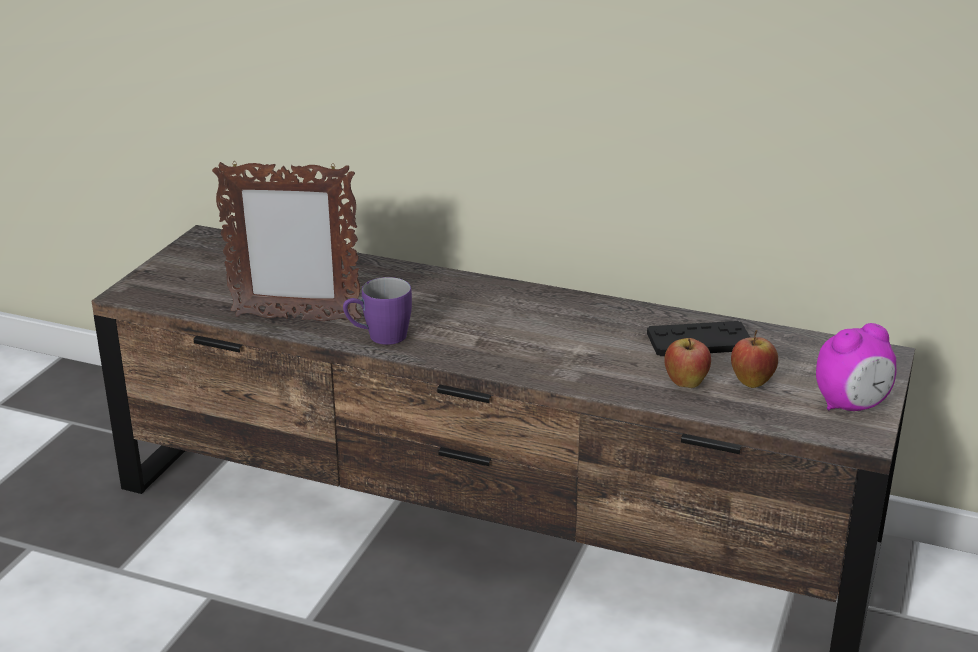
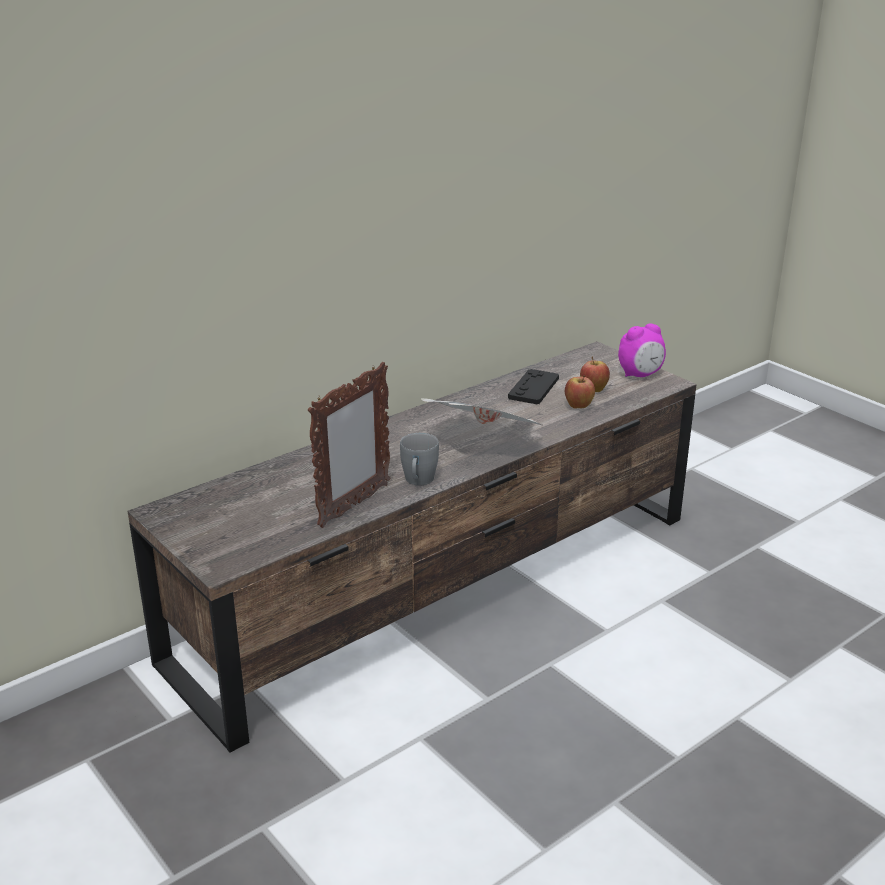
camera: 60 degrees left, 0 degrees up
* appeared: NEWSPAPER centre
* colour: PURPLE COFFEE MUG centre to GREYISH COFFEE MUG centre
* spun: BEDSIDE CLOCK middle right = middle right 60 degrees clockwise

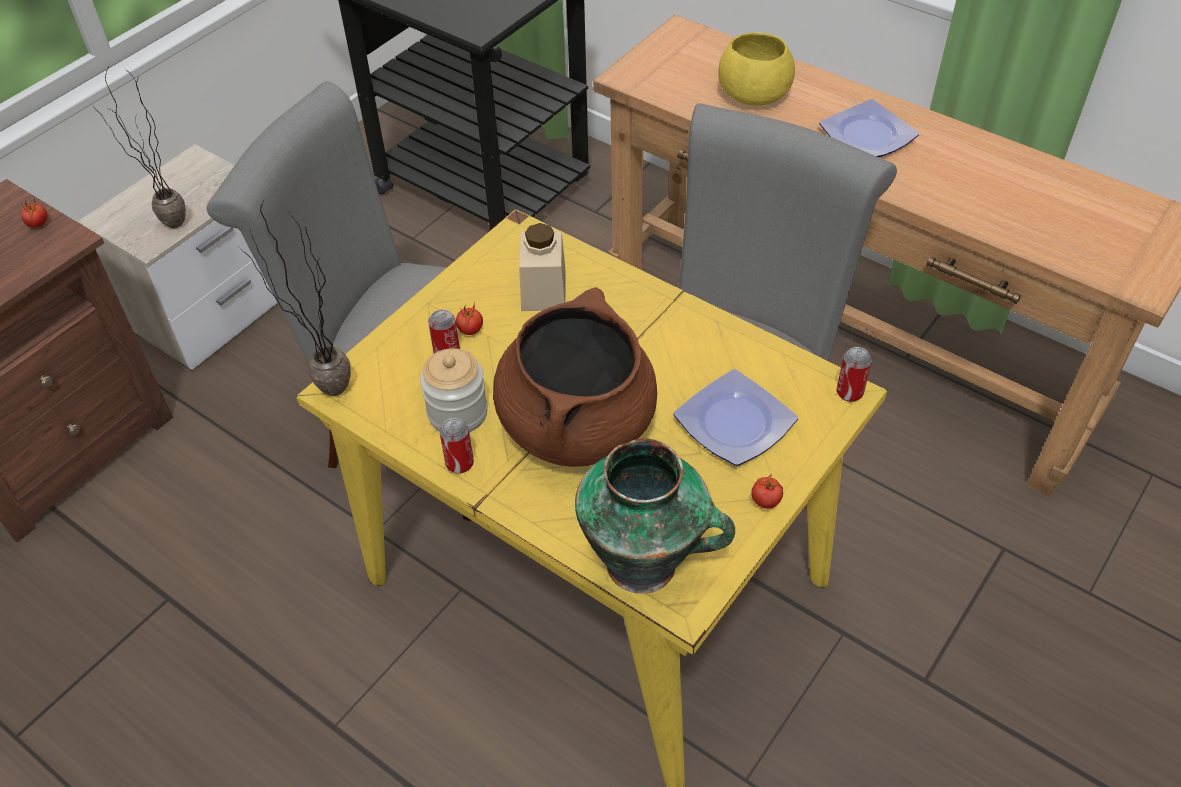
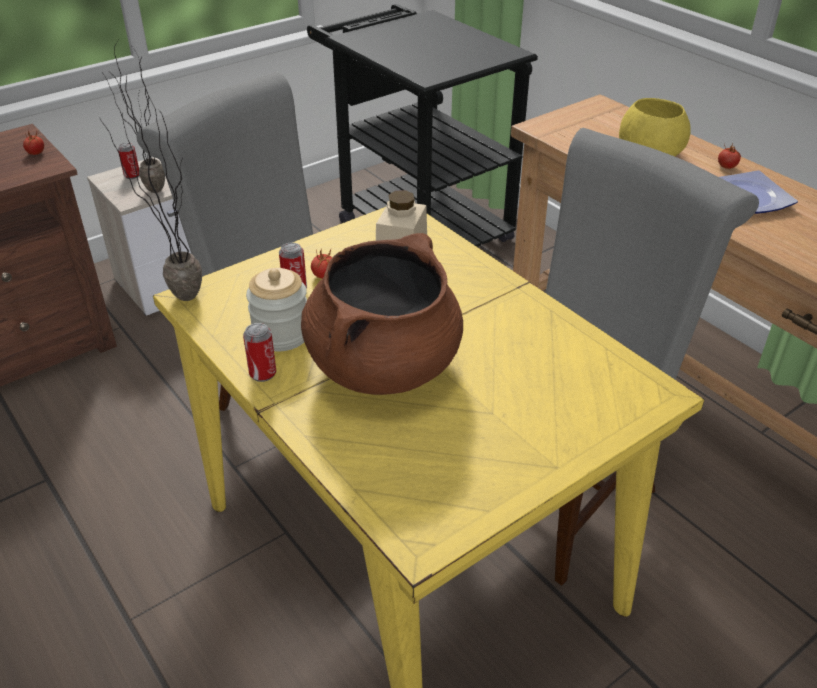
camera: 15 degrees right, 10 degrees down
* missing: DECORATIVE VASE centre
* missing: PLATE (no. 1 from left) centre
* relocated: TOMATO (no. 3 from left) centre to top right
* relocated: METAL CAN (no. 3 from left in the first image) middle right to METAL CAN (no. 1 from left) top left

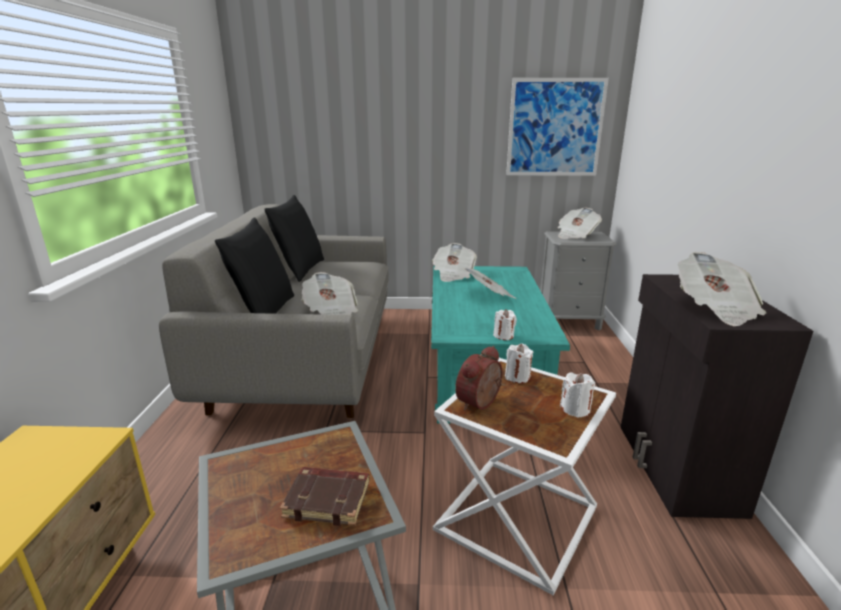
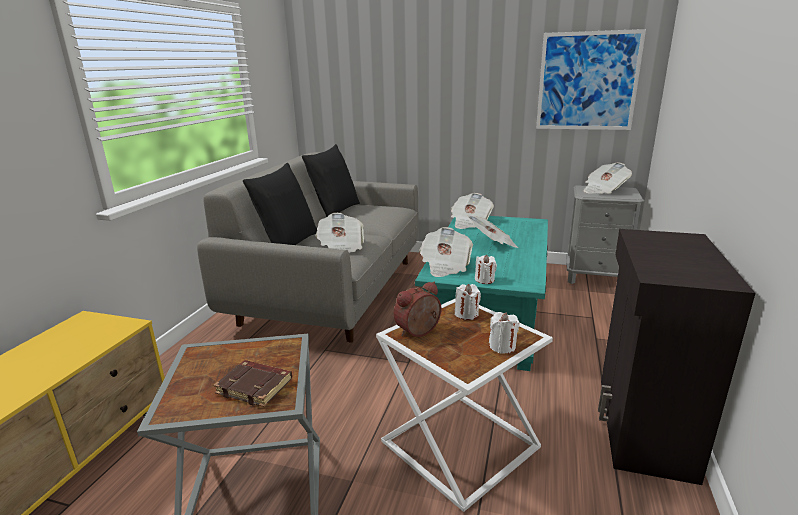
camera: 15 degrees right, 0 degrees up
* relocated: NEWSPAPER (no. 5 from left in the first image) middle right to NEWSPAPER (no. 2 from left) centre

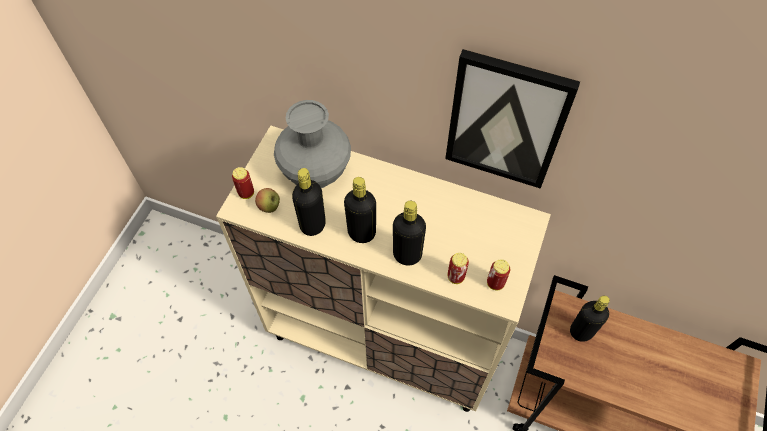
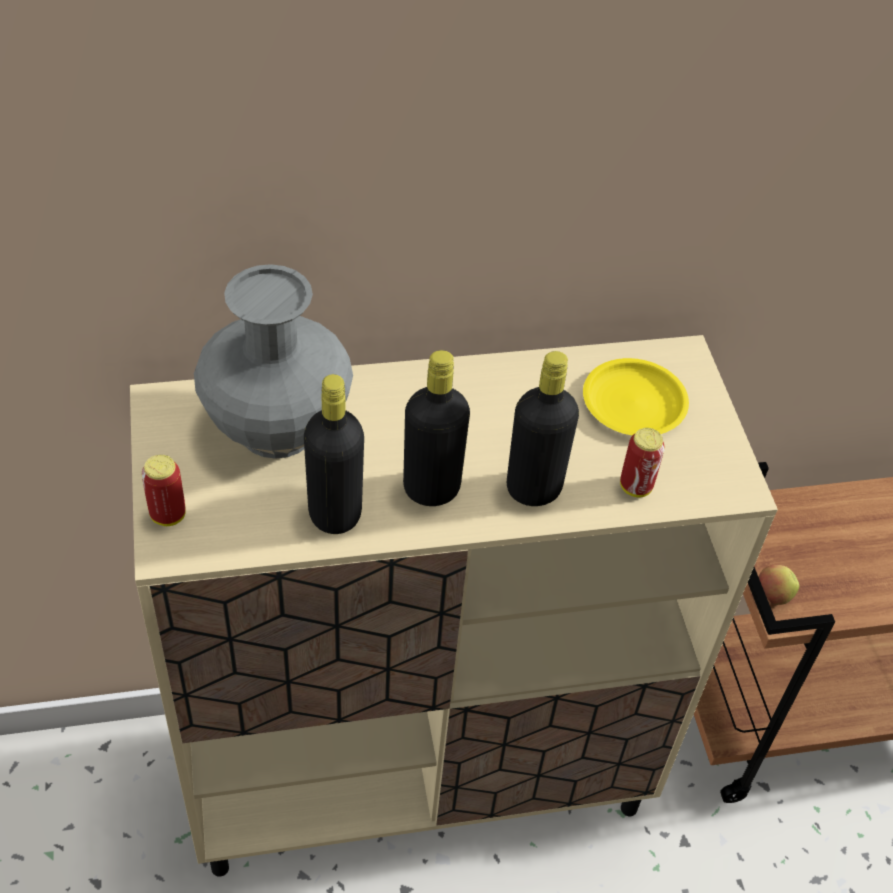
camera: 35 degrees left, 10 degrees down
* missing: WALL ART top right
* missing: METAL CAN (no. 3 from left) centre
* missing: BLACK BEVERAGE BOTTLE (no. 4 from left) bottom right
* appeared: YELLOW-COLOURED PLATE middle right
* relocated: APPLE centre to middle right

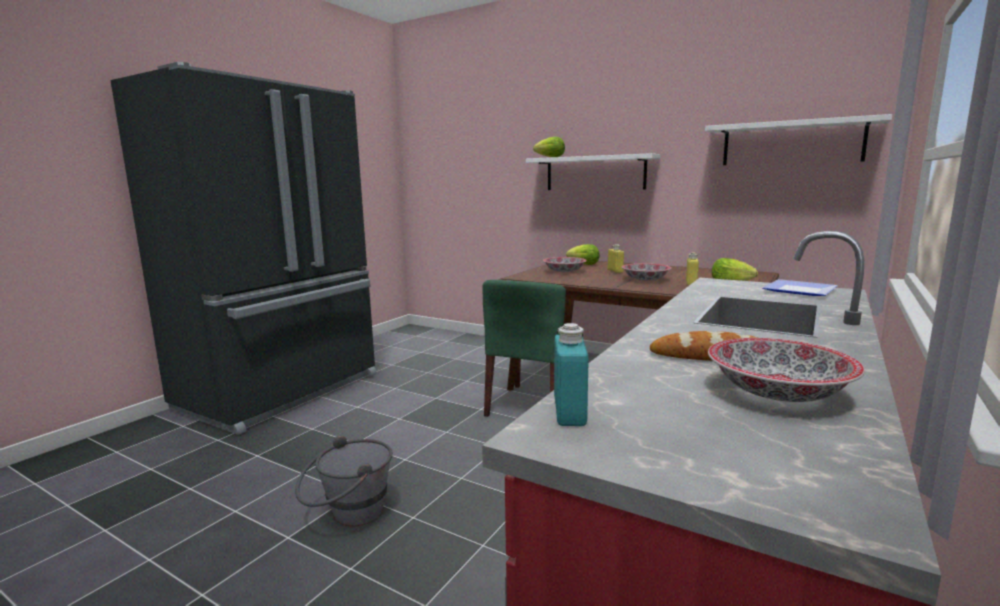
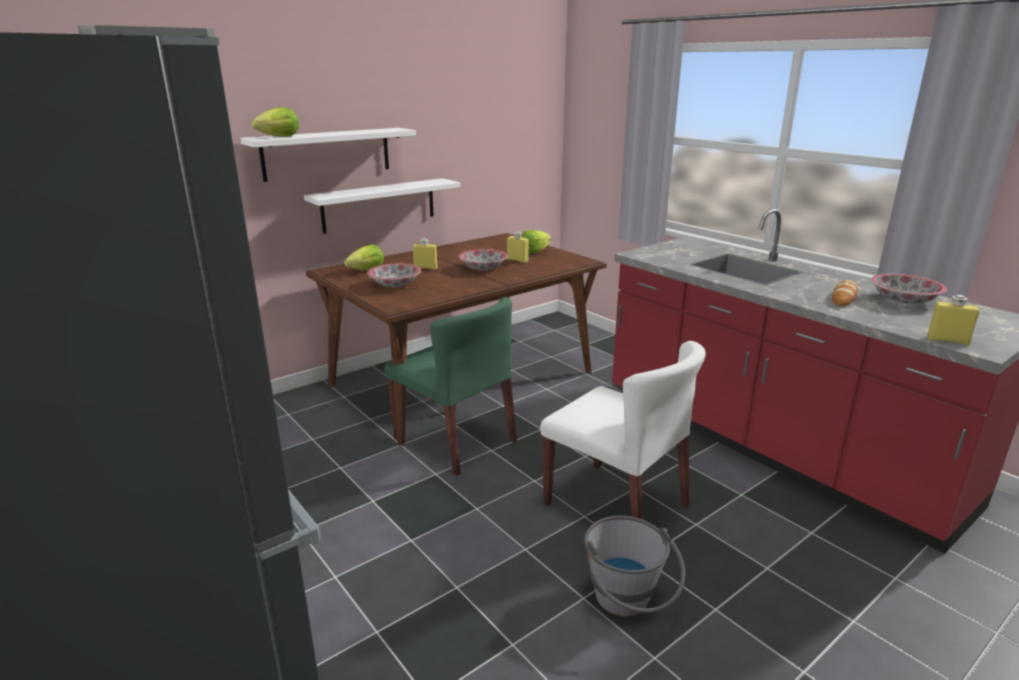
camera: 70 degrees left, 10 degrees up
* missing: PLATE middle right
* appeared: WHITE-COLOURED PLAIN CHAIR centre
* relocated: WHITE-COLOURED WALL SHELF (no. 2 from left) top right to top centre
* colour: BLUE-GREEN BEVERAGE BOTTLE centre to YELLOW-COLOURED BEVERAGE BOTTLE (no. 3 from left) middle right

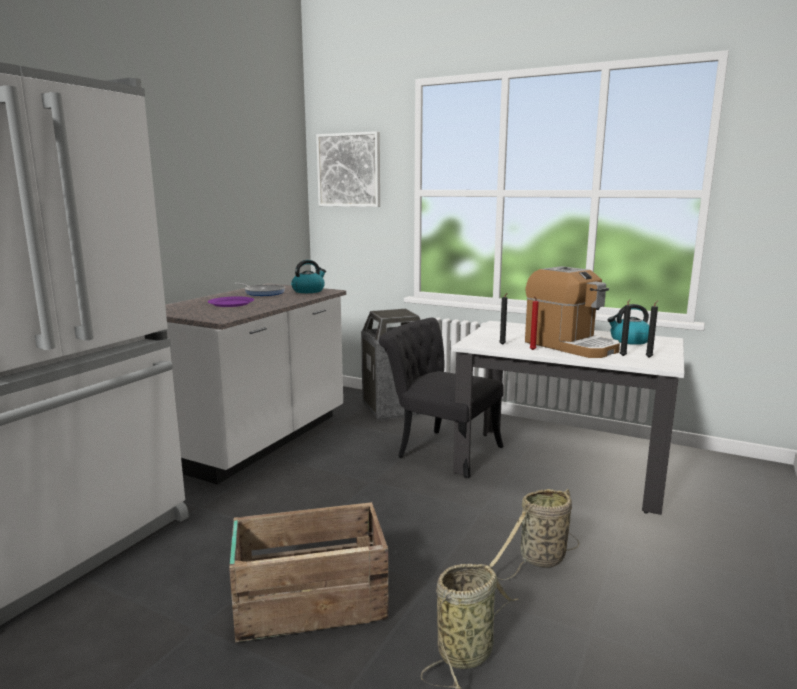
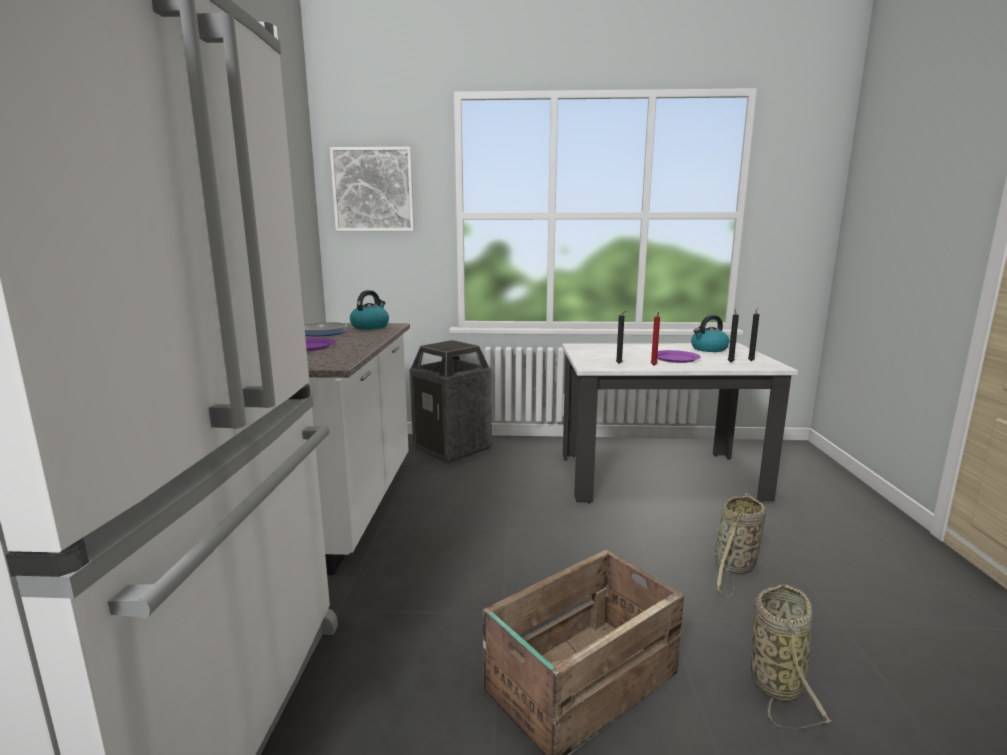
camera: 25 degrees left, 0 degrees up
* missing: BLACK PLAIN CHAIR centre
* exchanged: COFFEE MACHINE middle right to PURPLE PLATE (no. 2 from left) middle right

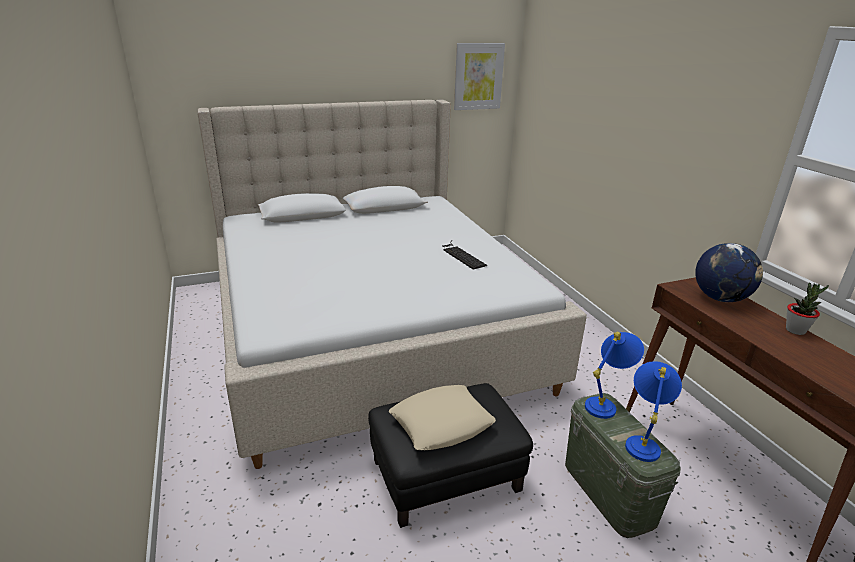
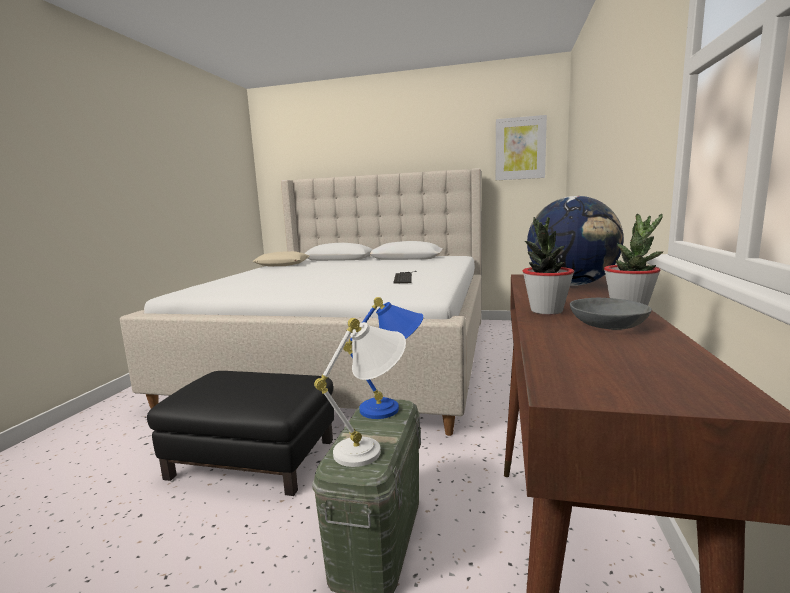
camera: 35 degrees right, 15 degrees down
* appeared: PLANT IN A POT (no. 1 from left) middle right
* appeared: GREYISH SERVING BOWL middle right
* relocated: BEIGE-COLOURED THROW PILLOW bottom centre to centre
* colour: BLUISH LAMP FOR A TABLE (no. 2 from left) bottom right to WHITE-COLOURED LAMP FOR A TABLE centre

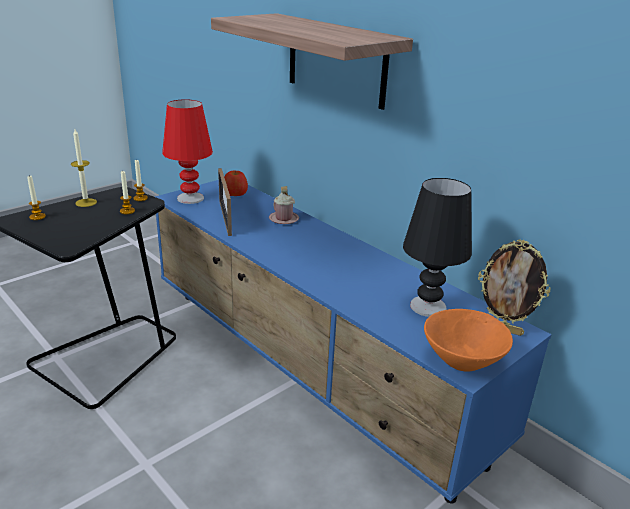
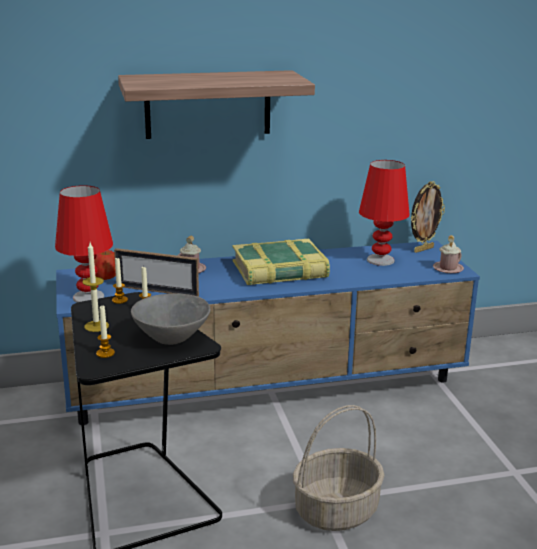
camera: 60 degrees left, 5 degrees down
* appeared: GREYISH SERVING BOWL middle left
* appeared: VOLUME centre
* appeared: STORAGE BASKET bottom centre
* exchanged: ORANGEY SERVING BOWL bottom right to PINKISH COFFEE MUG (no. 2 from left) middle right
* colour: BLACK LAMP FOR A TABLE middle right to REDDISH LAMP FOR A TABLE (no. 2 from left) middle right

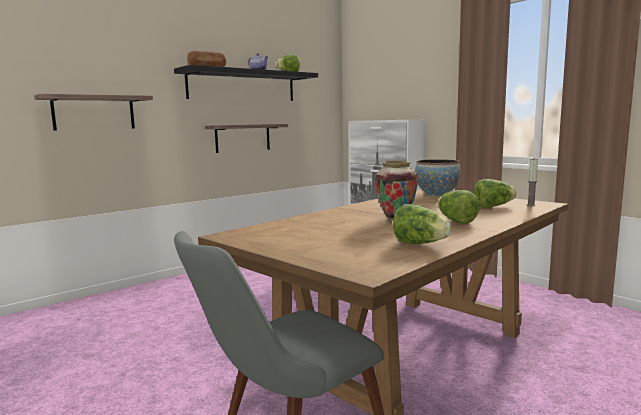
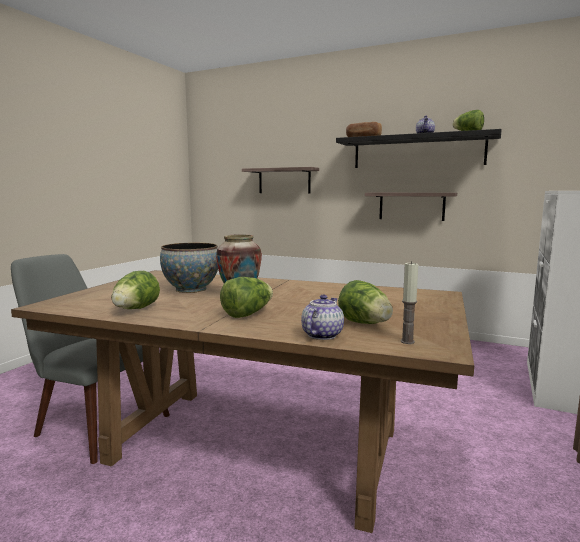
camera: 65 degrees right, 0 degrees up
* appeared: TEA POT (no. 1 from left) centre
* relocated: SERVING BOWL middle right to middle left

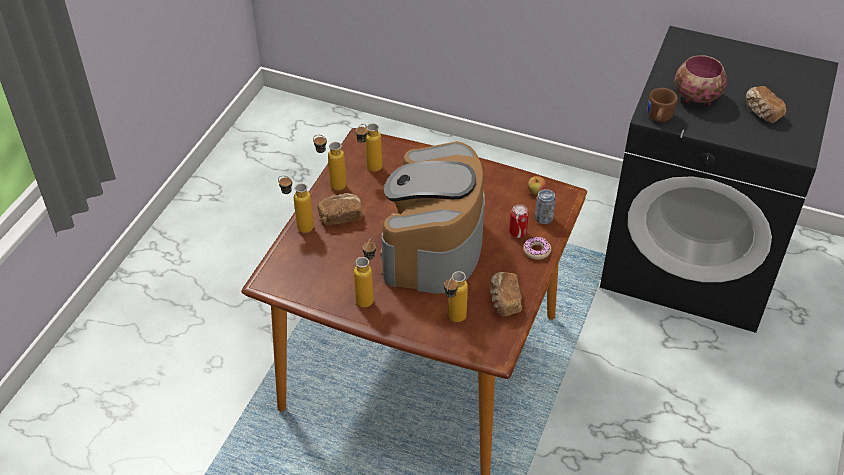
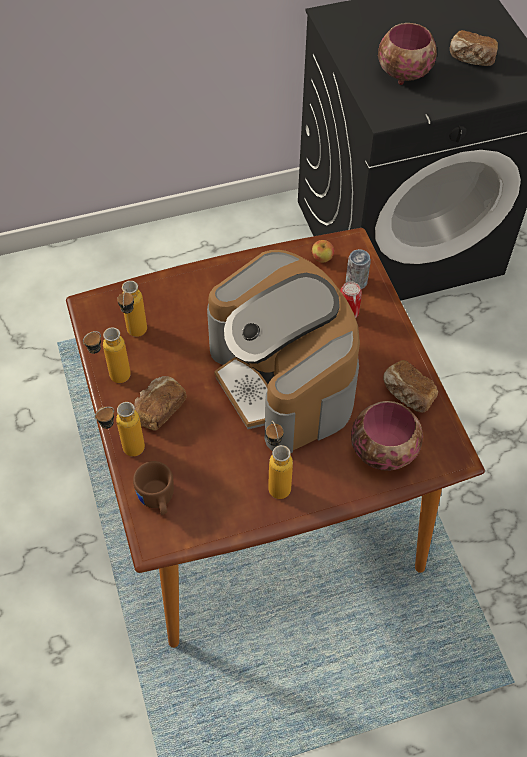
camera: 40 degrees left, 10 degrees up
* missing: RING DOUGHNUT centre
* relocated: BROWN COFFEE MUG top right to middle left
* exchanged: BEVERAGE BOTTLE (no. 5 from left) centre to SERVING BOWL (no. 1 from left) middle right

